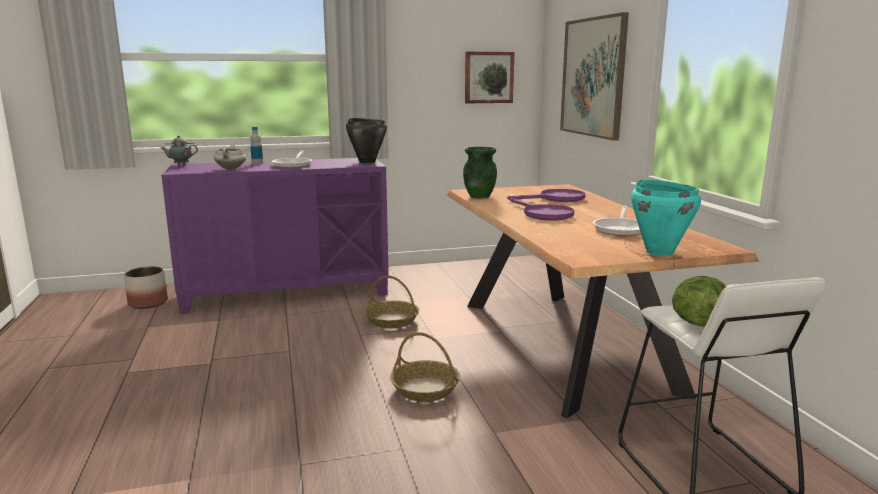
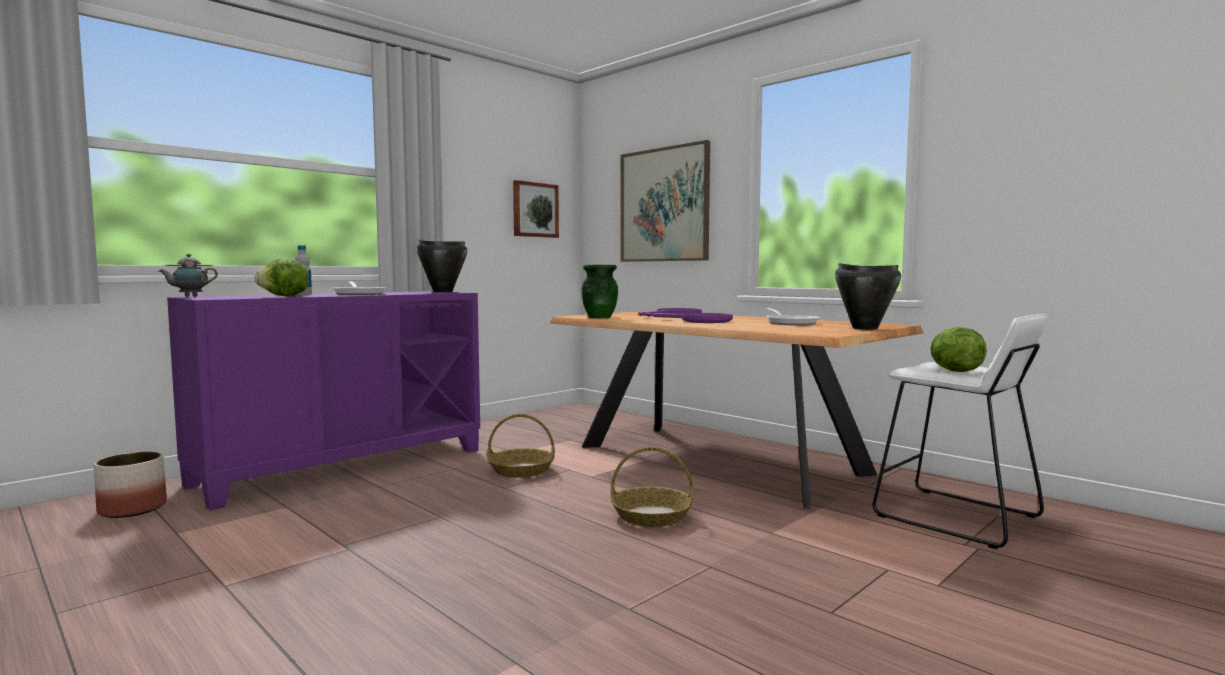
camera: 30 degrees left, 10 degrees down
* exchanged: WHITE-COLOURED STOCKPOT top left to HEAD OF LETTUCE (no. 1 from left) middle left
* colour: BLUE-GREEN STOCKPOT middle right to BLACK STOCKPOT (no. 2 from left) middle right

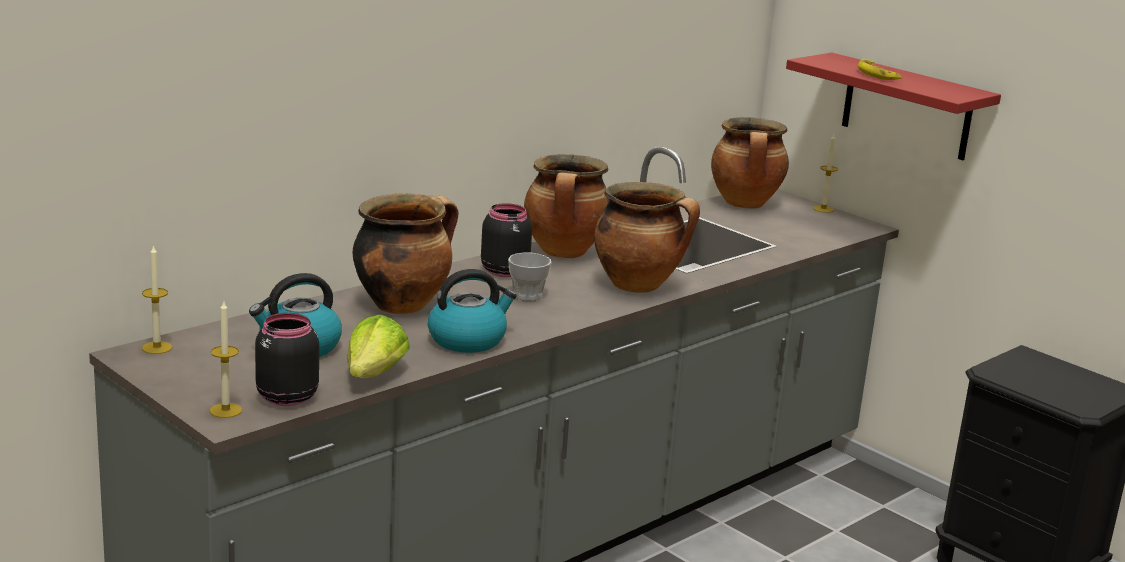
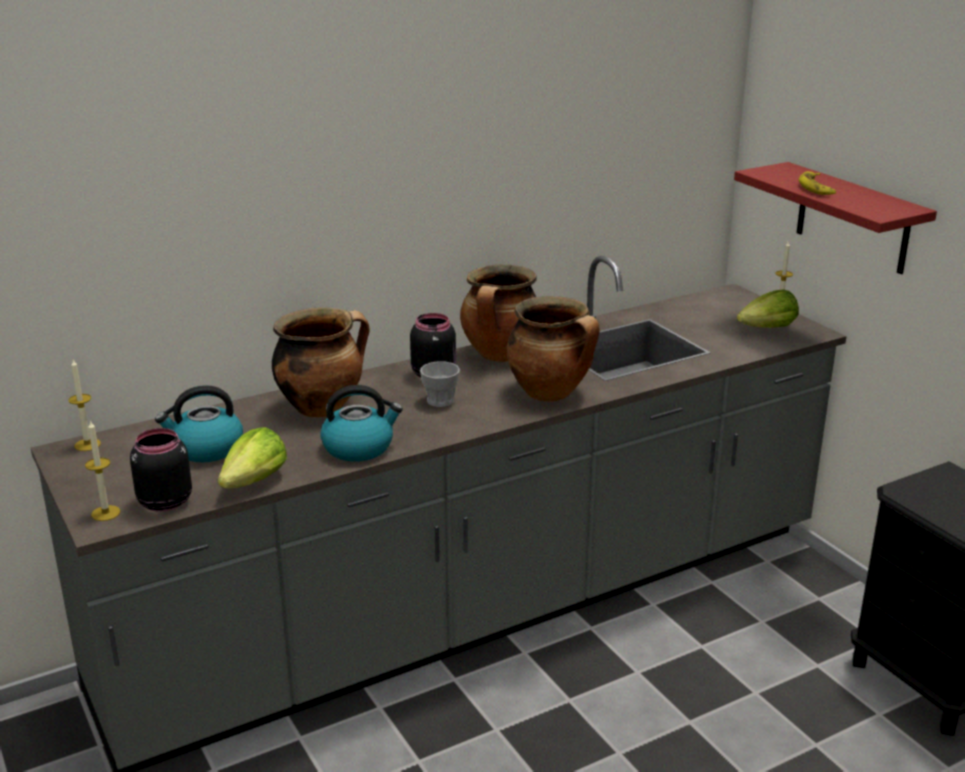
camera: 15 degrees right, 5 degrees up
* missing: STOCKPOT (no. 4 from left) top right
* appeared: HEAD OF LETTUCE (no. 2 from left) middle right

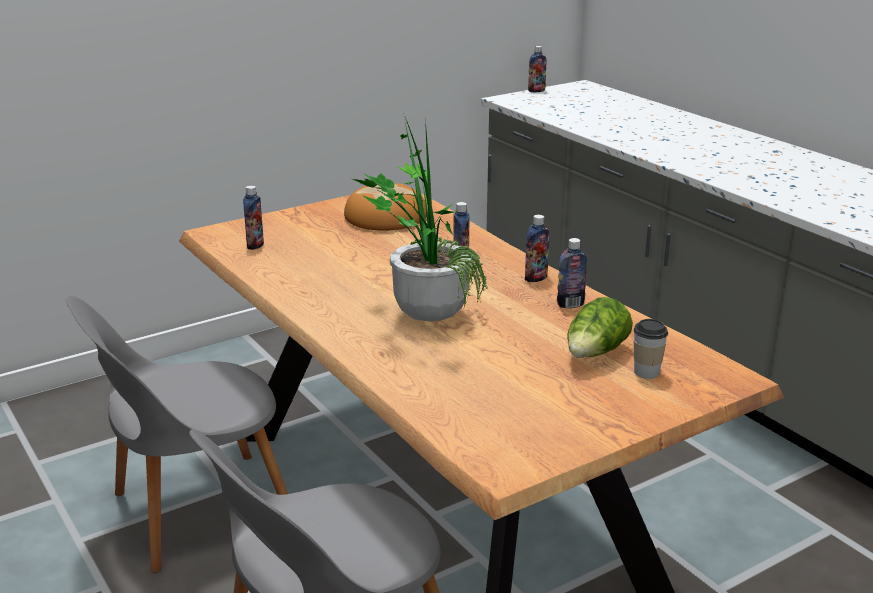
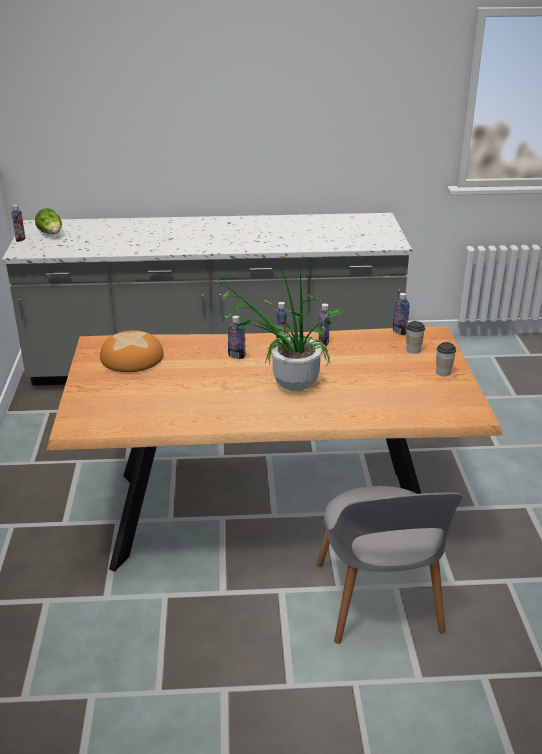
camera: 60 degrees left, 5 degrees up
* missing: GREYISH PLAIN CHAIR (no. 1 from left) bottom left
* appeared: SMALL CUP (no. 2 from left) middle right
* relocated: BEVERAGE BOTTLE (no. 1 from left in the first image) middle left to BEVERAGE BOTTLE (no. 5 from left) middle right
* relocated: HEAD OF LETTUCE middle right to top left

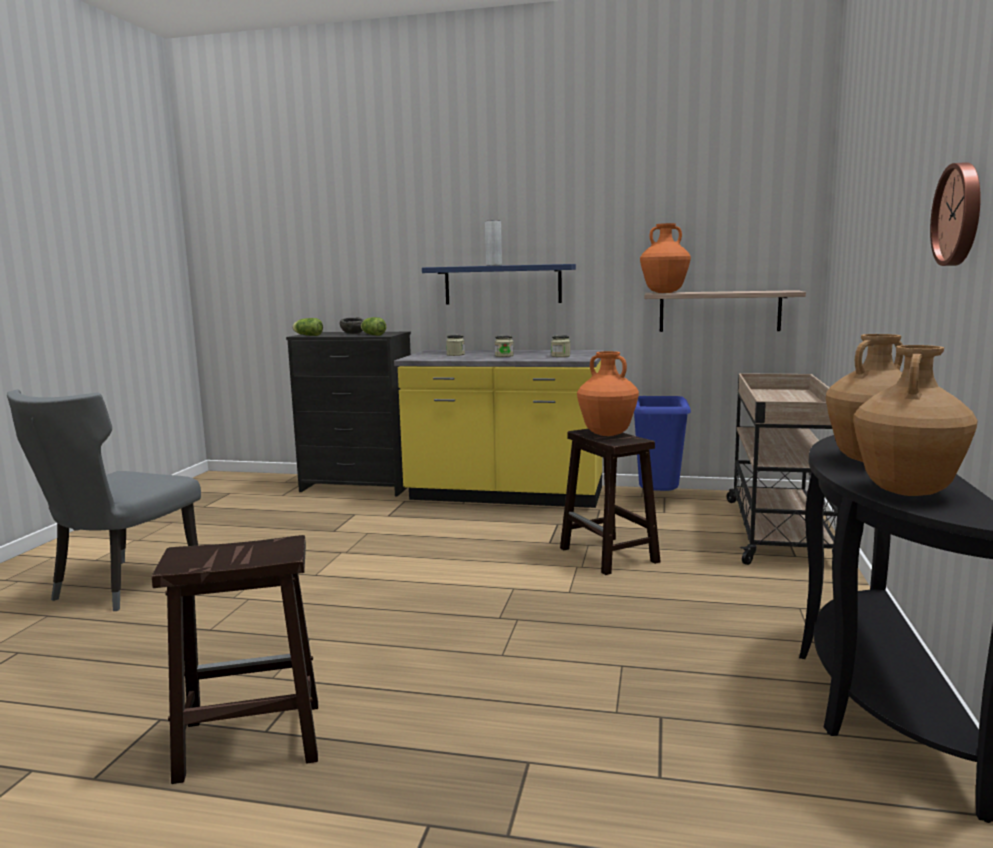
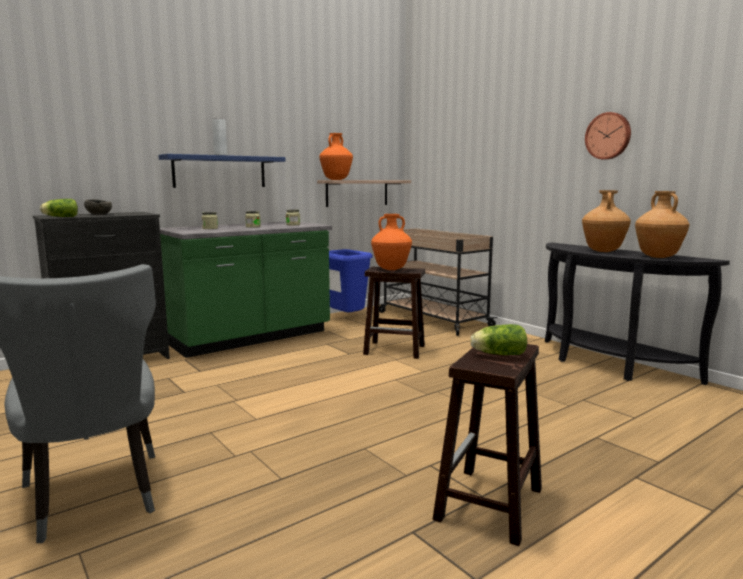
camera: 50 degrees left, 0 degrees up
* relocated: HEAD OF LETTUCE (no. 2 from left) centre to middle right
* colour: YELLOW-COLOURED COUNTER centre to GREEN COUNTER middle left

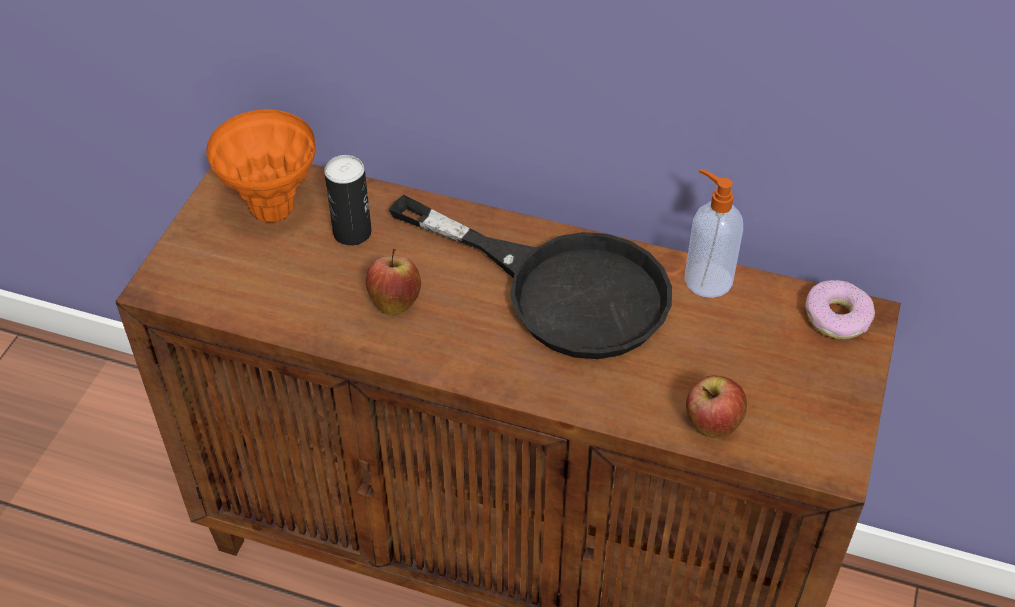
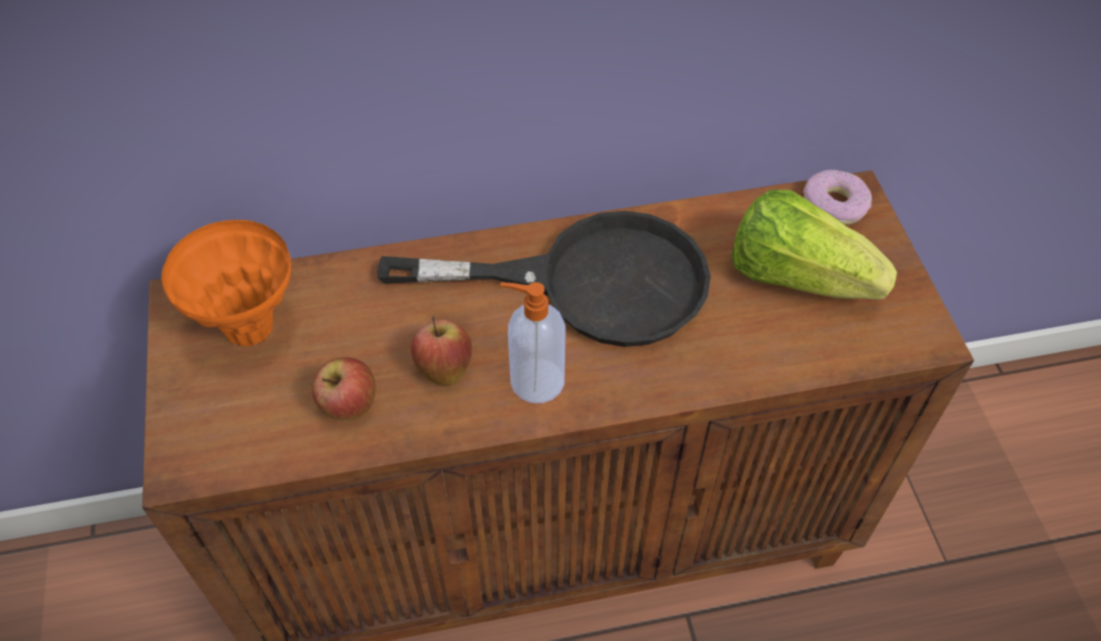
camera: 30 degrees left, 5 degrees up
* missing: METAL CAN top centre
* appeared: HEAD OF LETTUCE middle right
* relocated: SOAP DISPENSER middle right to centre
* relocated: APPLE (no. 2 from left in the first image) bottom right to APPLE (no. 1 from left) middle left

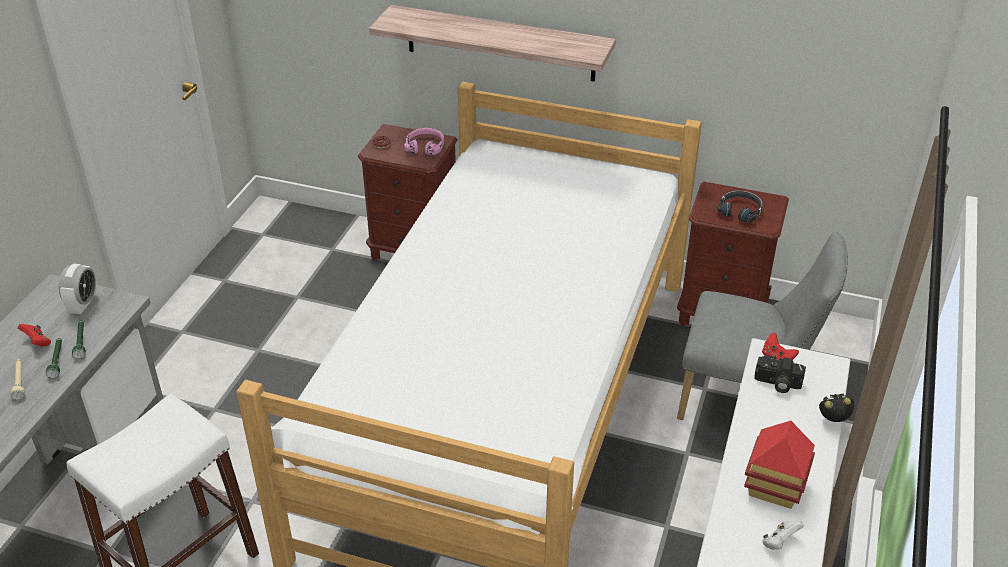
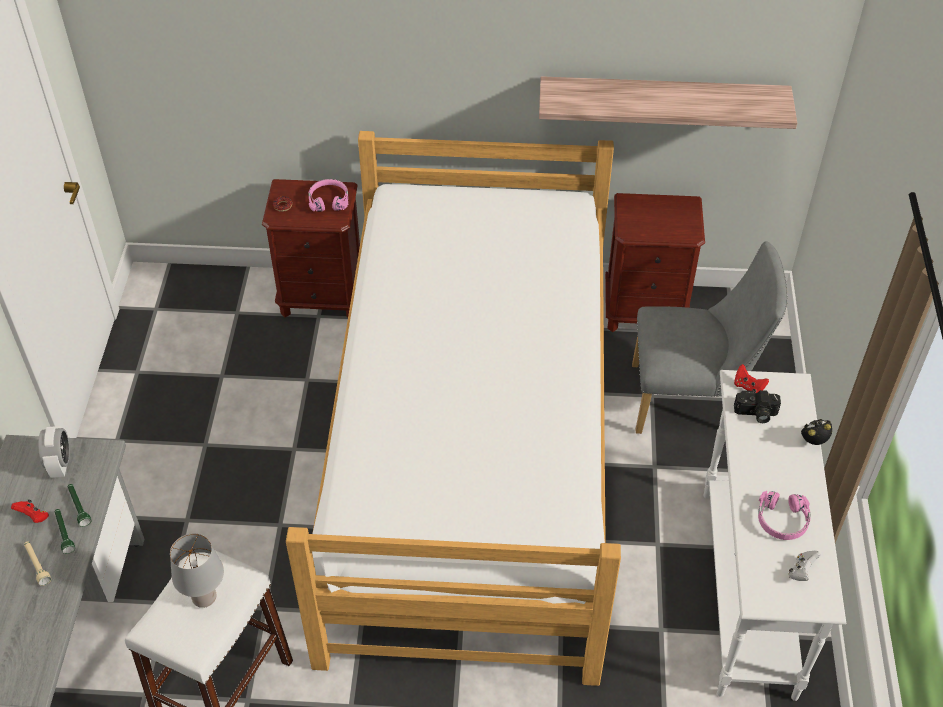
camera: 15 degrees left, 10 degrees up
* missing: BLACK HEADPHONES middle right
* appeared: GREYISH LAMP FOR A TABLE bottom left
* relocated: WALL SHELF top centre to top right
* exchanged: MODEL HOUSE bottom right to PINKISH HEADPHONES (no. 2 from left) bottom right

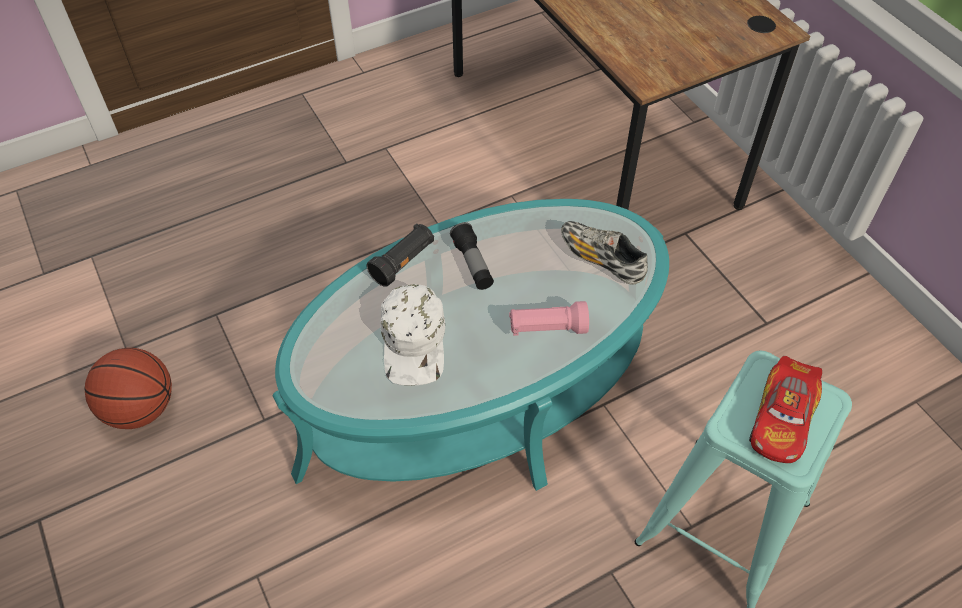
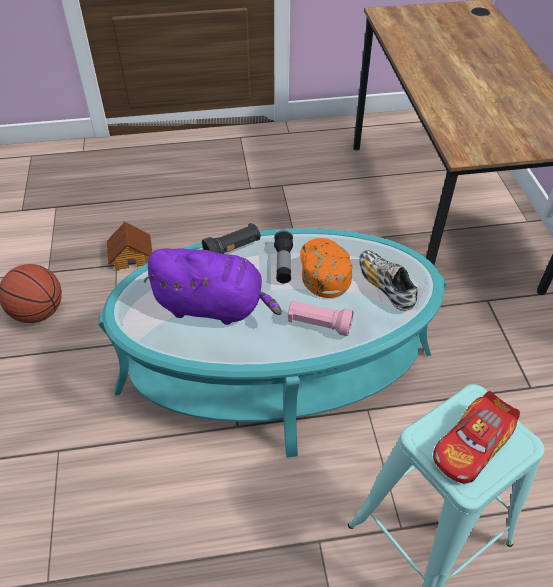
camera: 20 degrees right, 5 degrees down
* appeared: MODEL HOUSE middle left
* appeared: ORANGEY PEAKED CAP centre
* exchanged: WHITE-COLOURED PEAKED CAP centre to PURPLE SOFT TOY centre

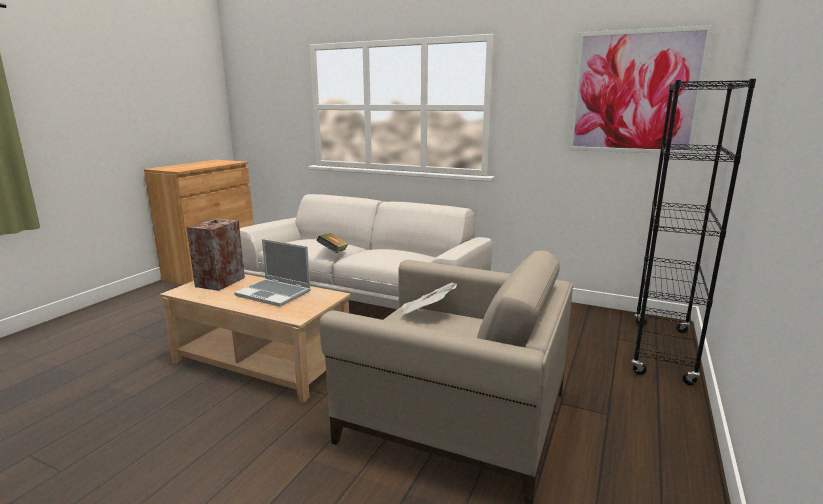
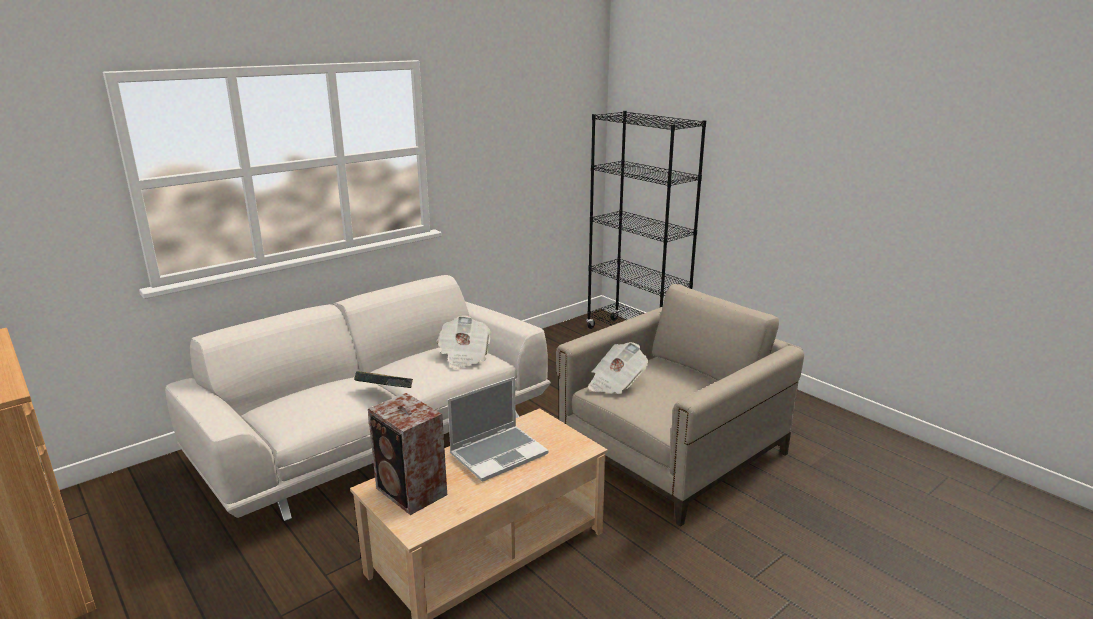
camera: 65 degrees left, 5 degrees up
* missing: WALL ART top right
* appeared: NEWSPAPER (no. 1 from left) centre

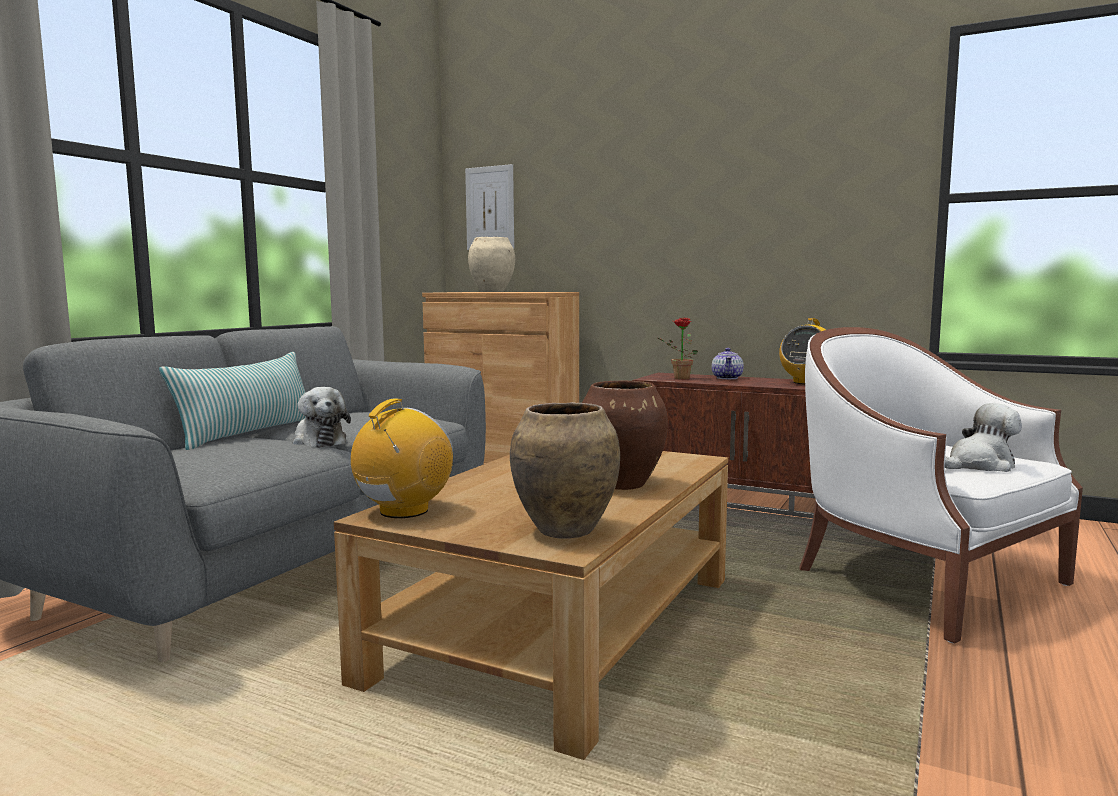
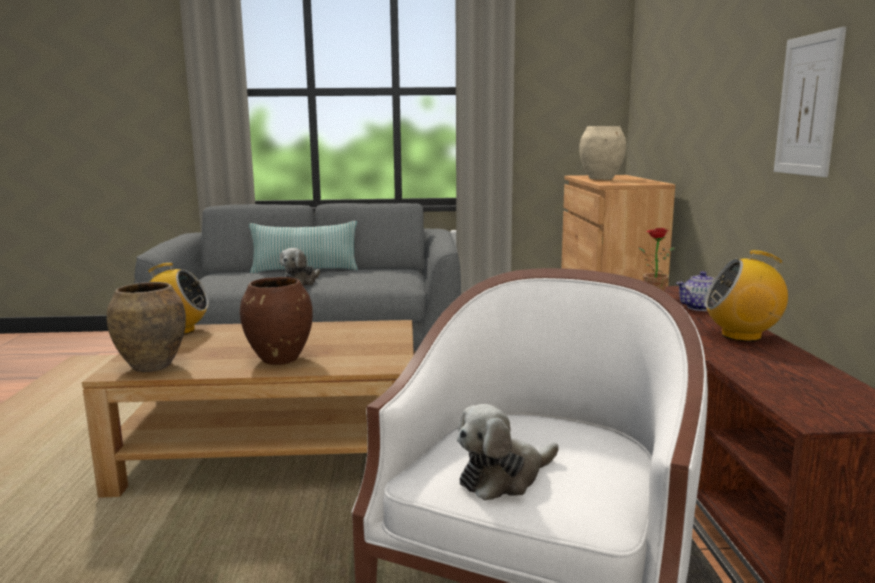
camera: 60 degrees right, 5 degrees up
* relocated: WALL ART top centre to top right
* spun: SOFT TOY (no. 2 from left) middle right = bottom centre 105 degrees clockwise

